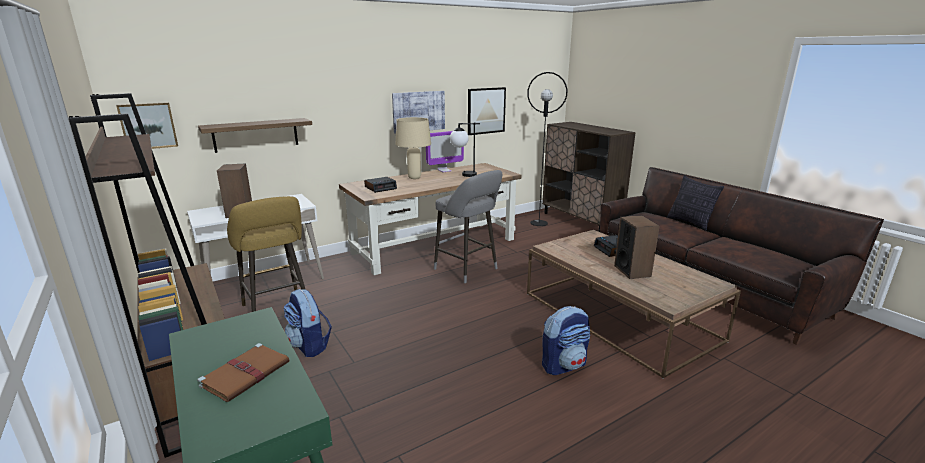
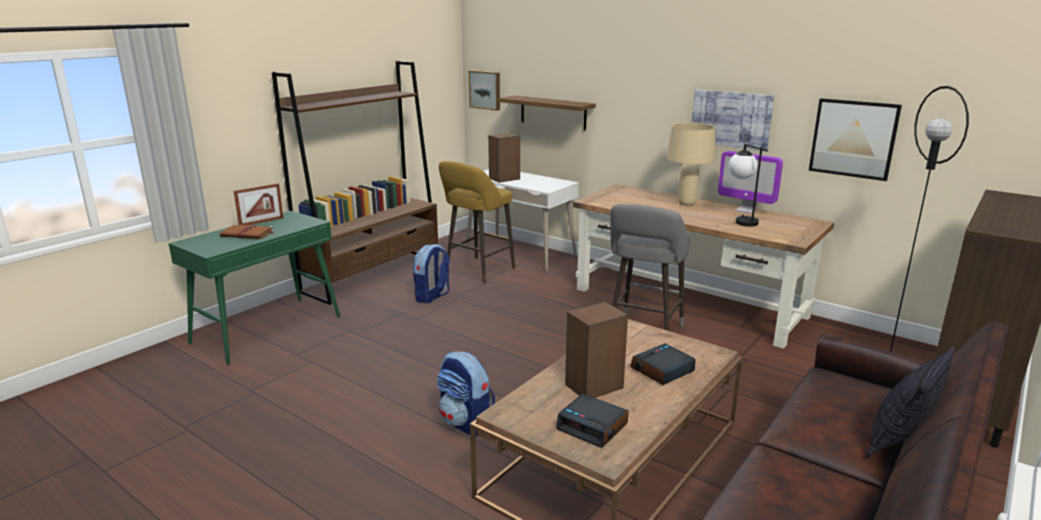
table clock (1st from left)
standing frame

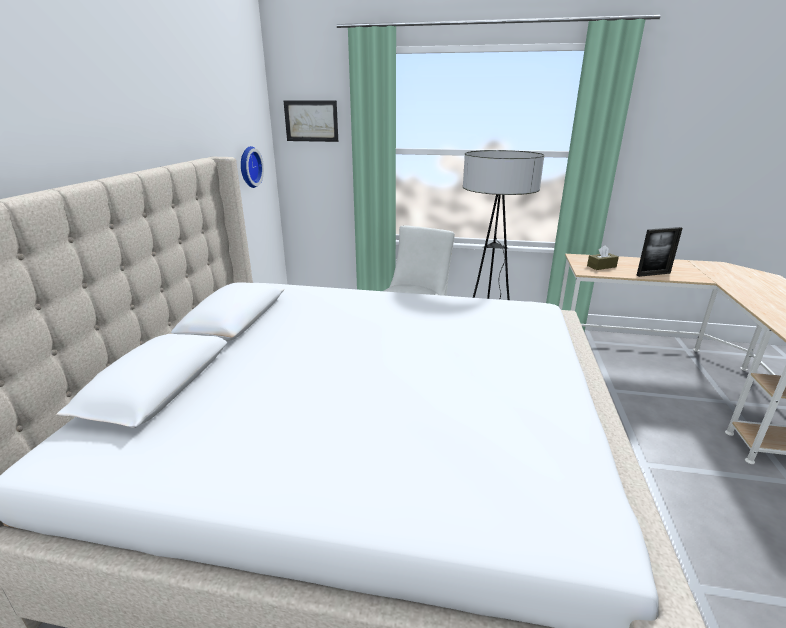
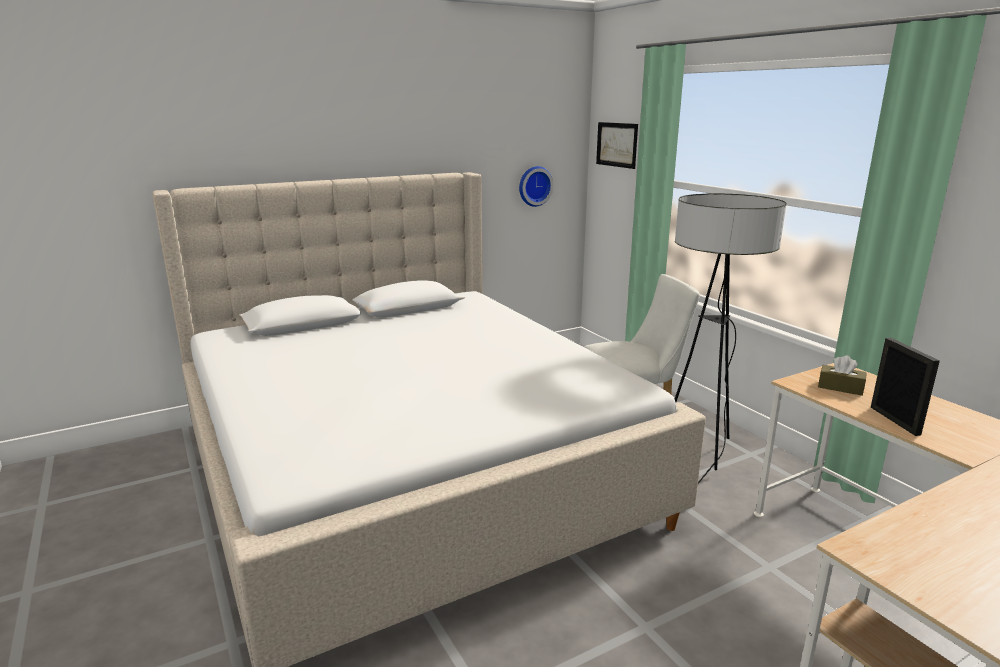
standing frame

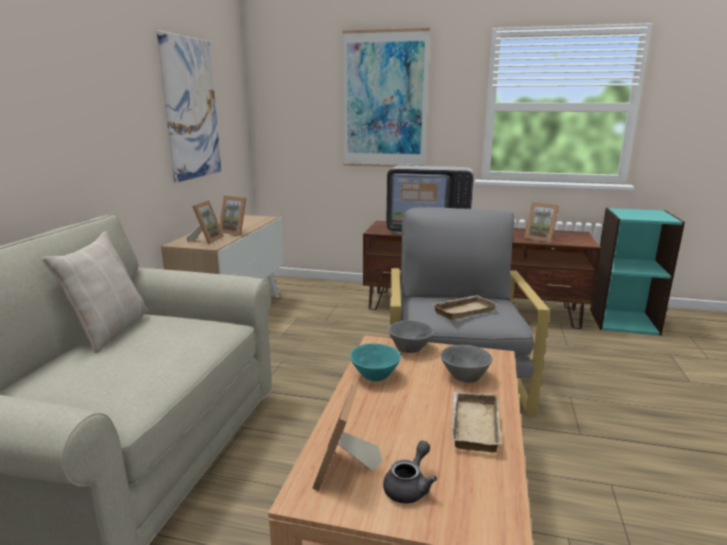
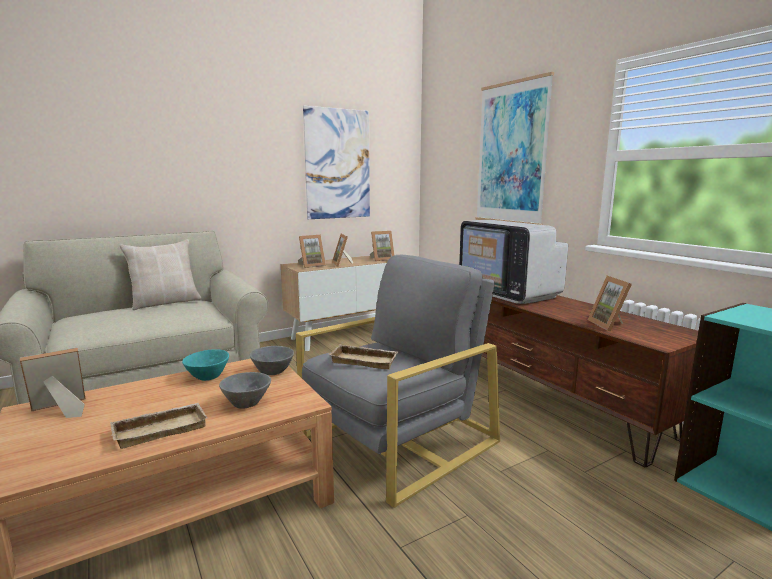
gray tea pot
standing frame (4th from left)

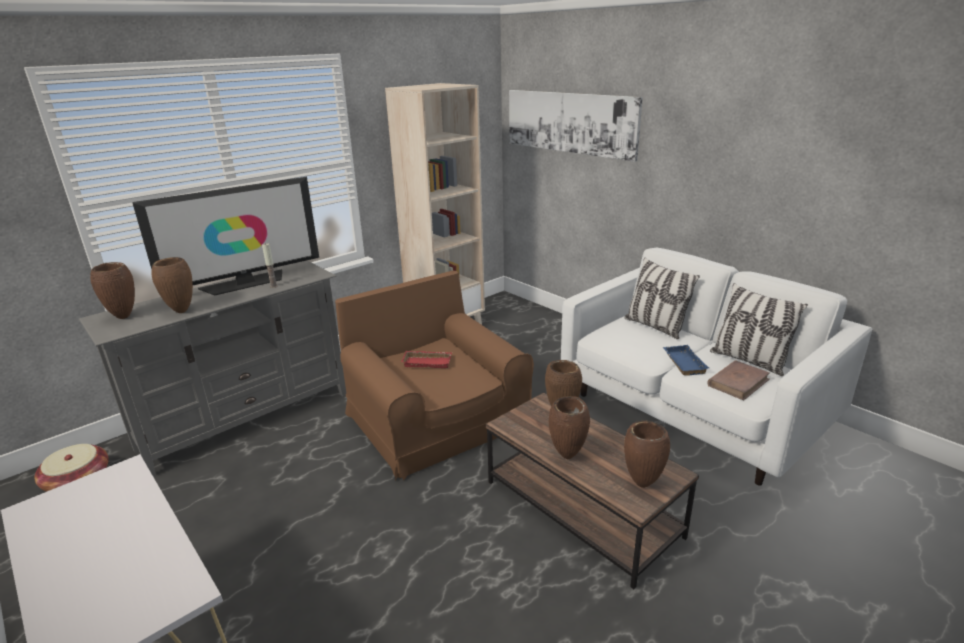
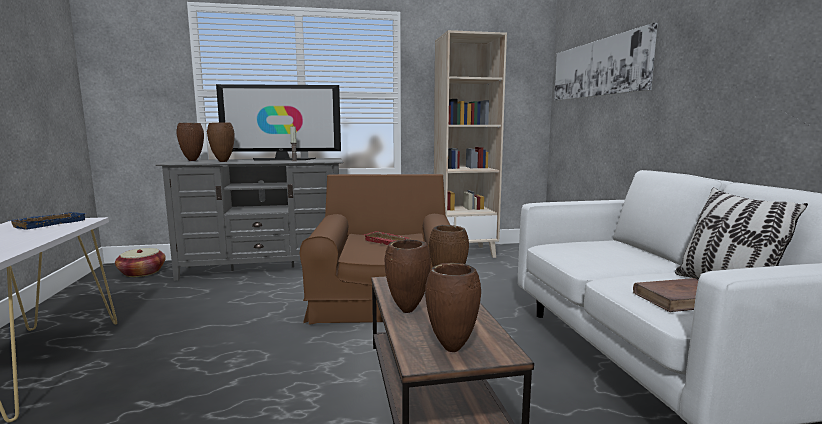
throw pillow (1st from left in the first image)
blue-coloured serving tray

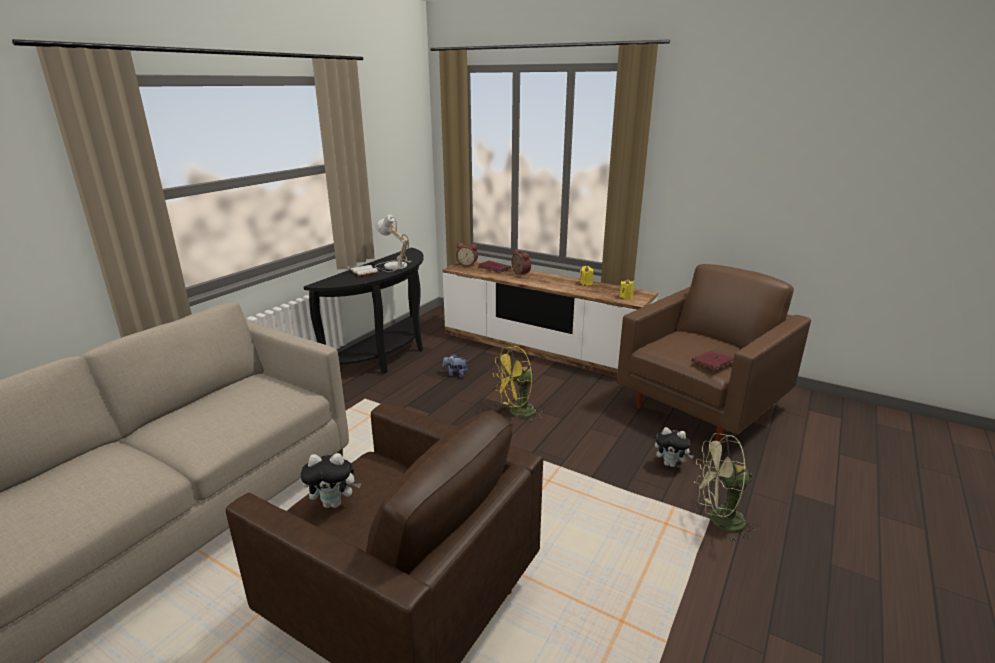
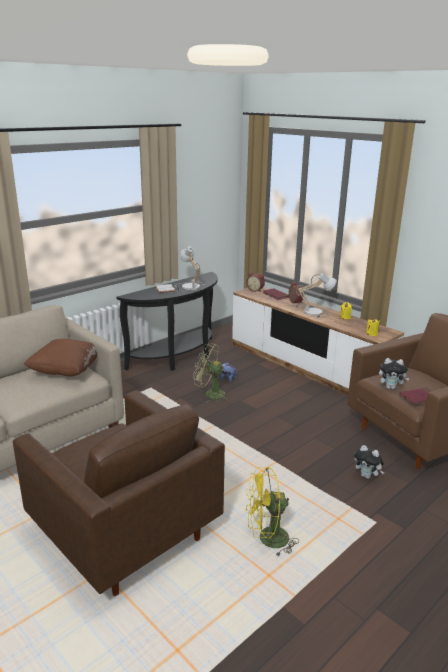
soft toy (3rd from left)
yellowish electric fan
green electric fan
brown throw pillow
tabletop lamp (2nd from left)

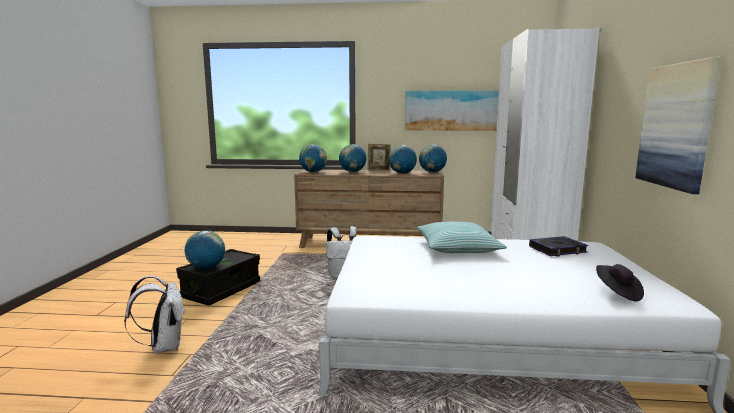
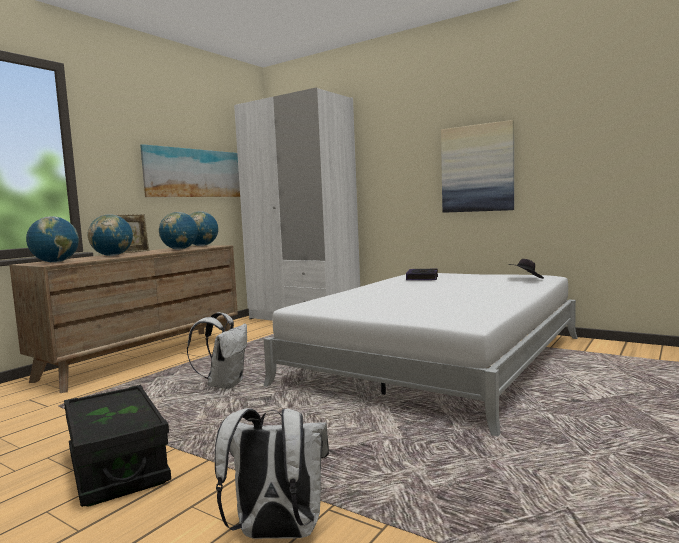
globe (1st from left in the first image)
throw pillow

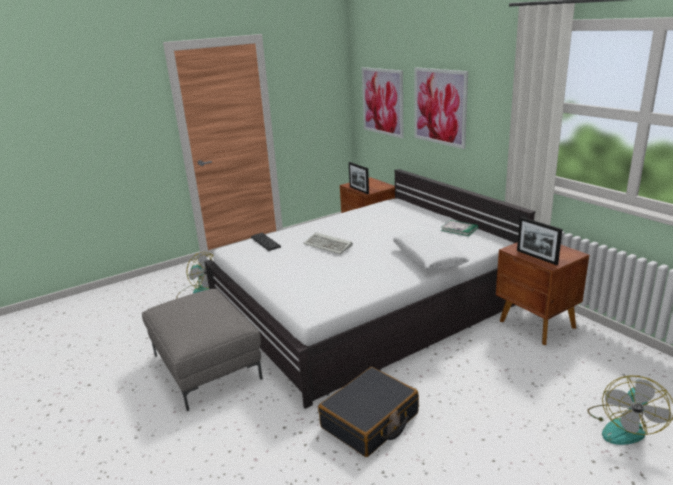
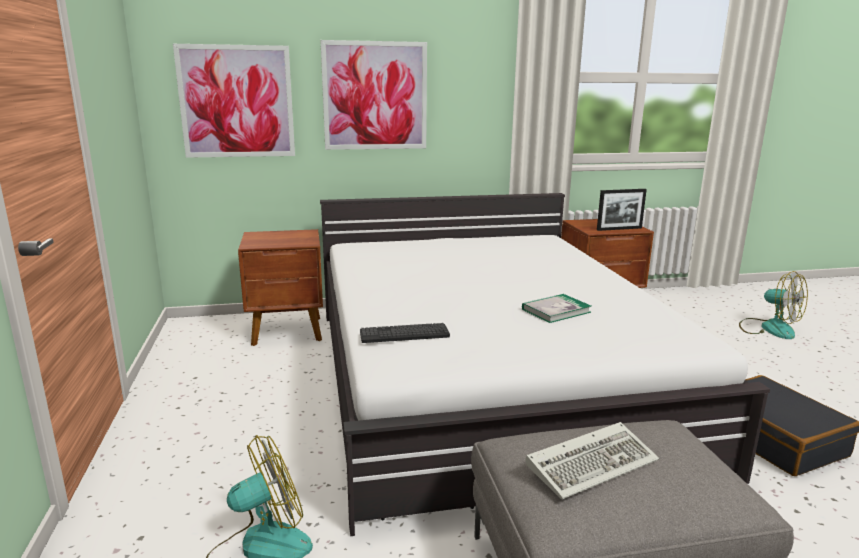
PC keyboard (2nd from left)
standing frame (1st from left in the first image)
white-coloured throw pillow
bound book

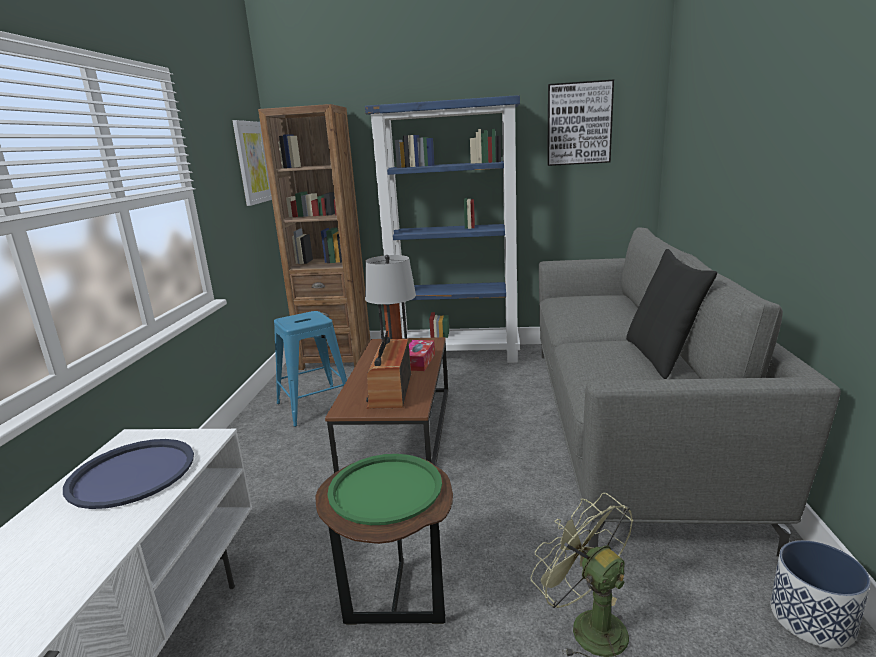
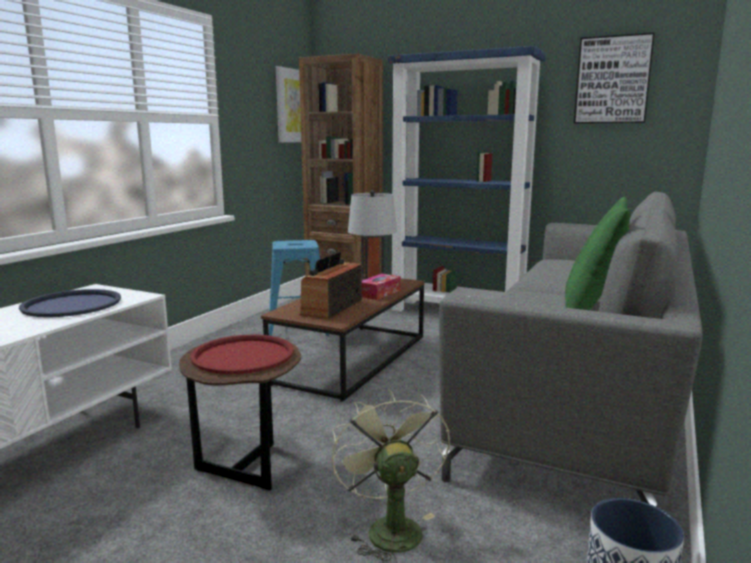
reddish serving tray
green throw pillow

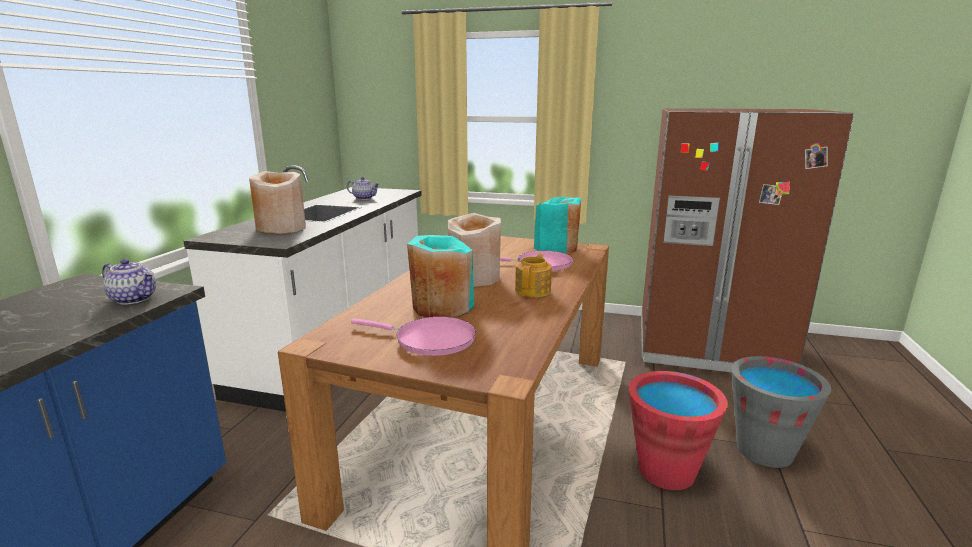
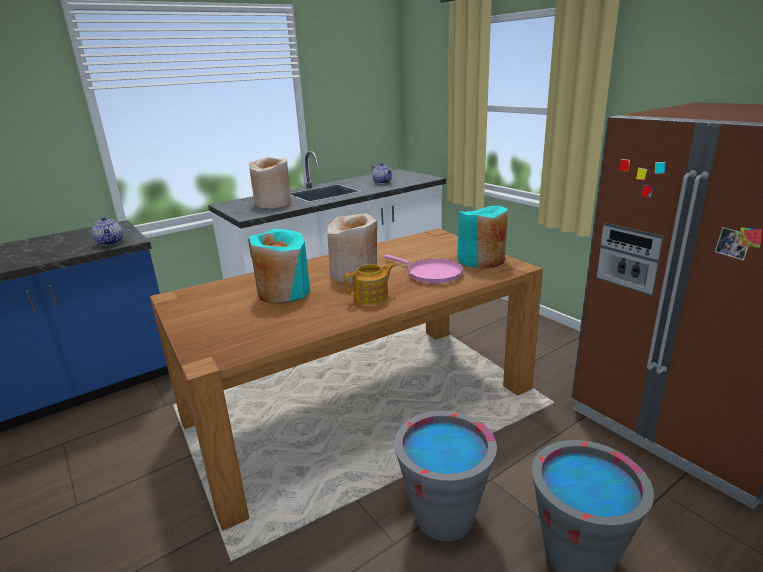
pinkish skillet (1st from left in the first image)
gray water bucket (1st from left)

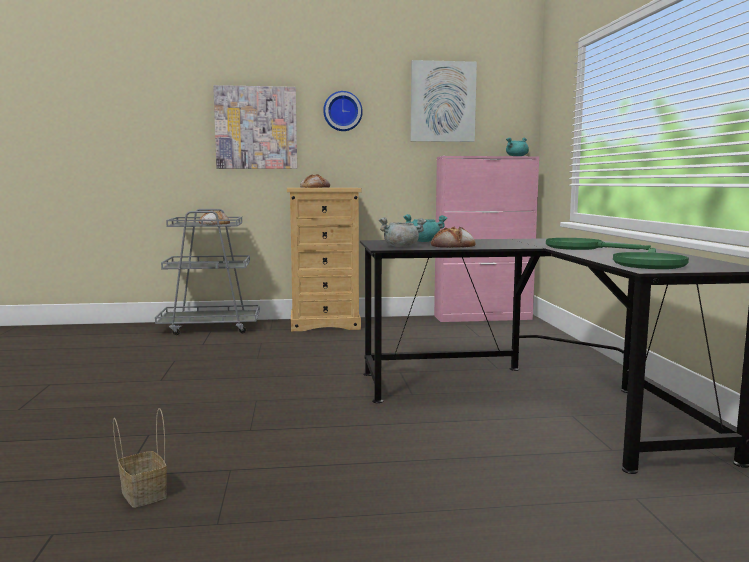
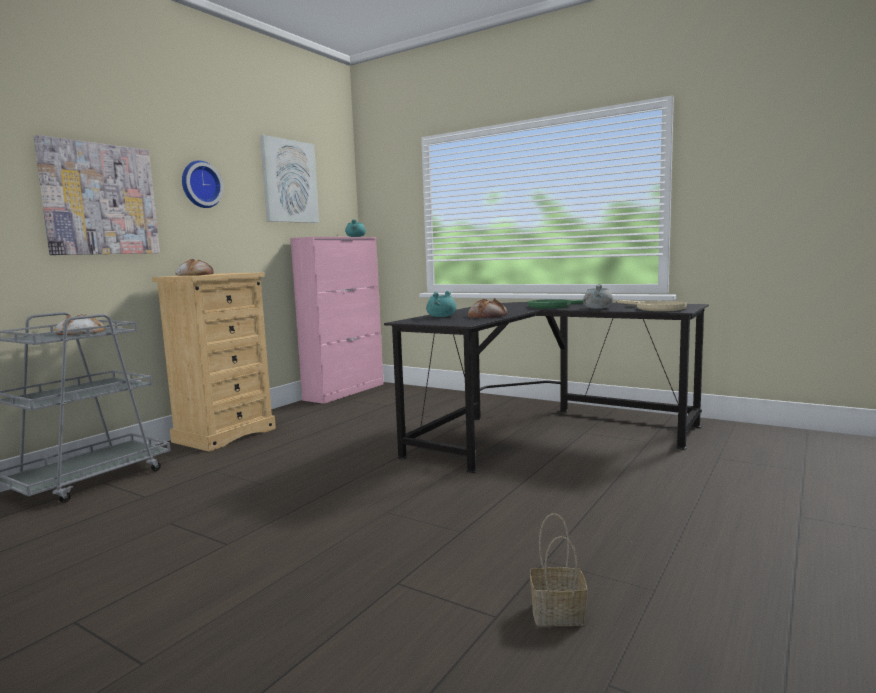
gray saucepot
beige-coloured skillet

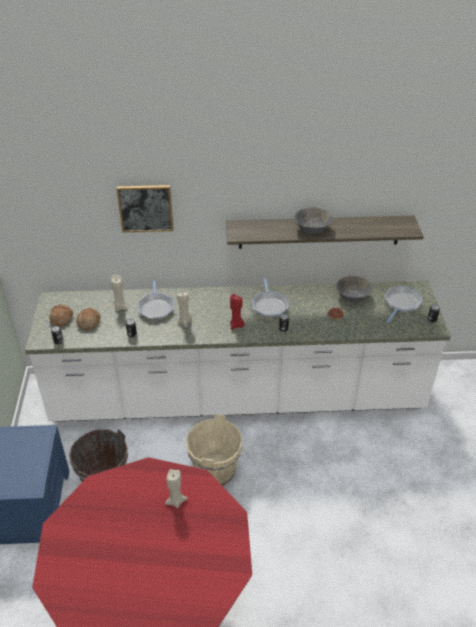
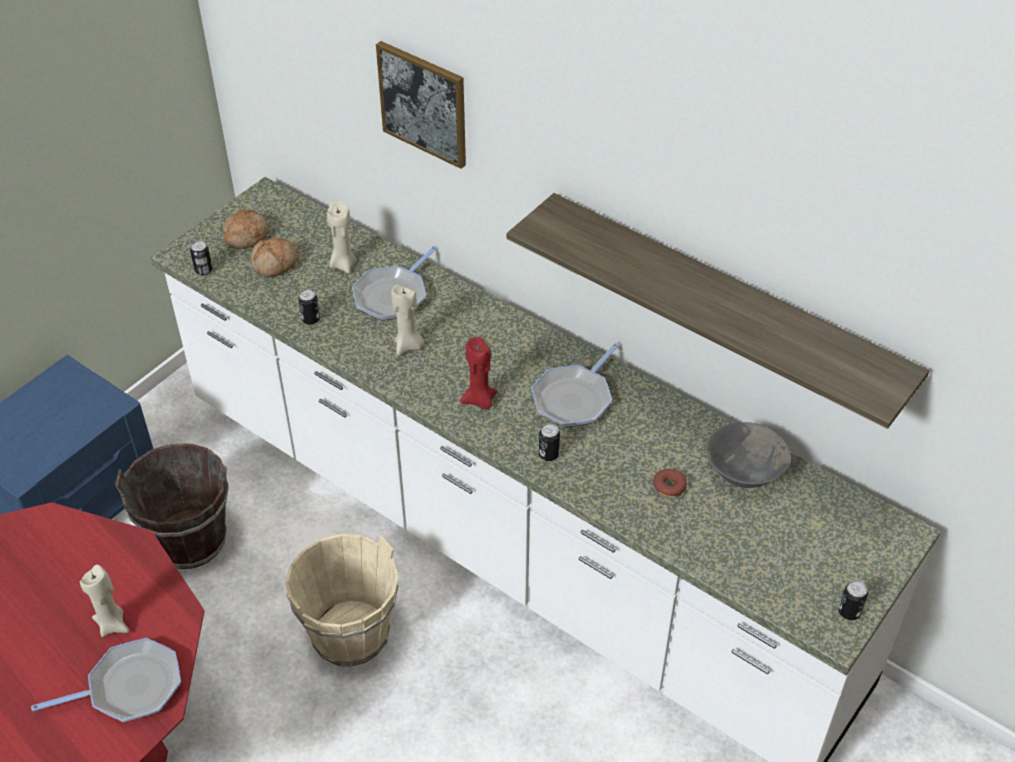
gray deep dish (1st from left in the first image)
skillet (1st from left)

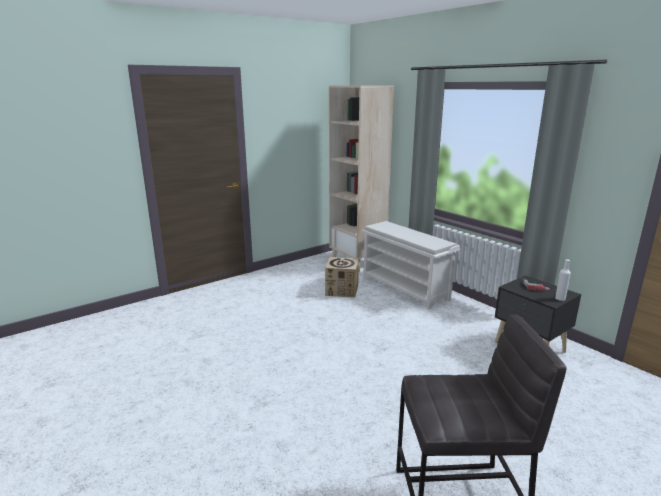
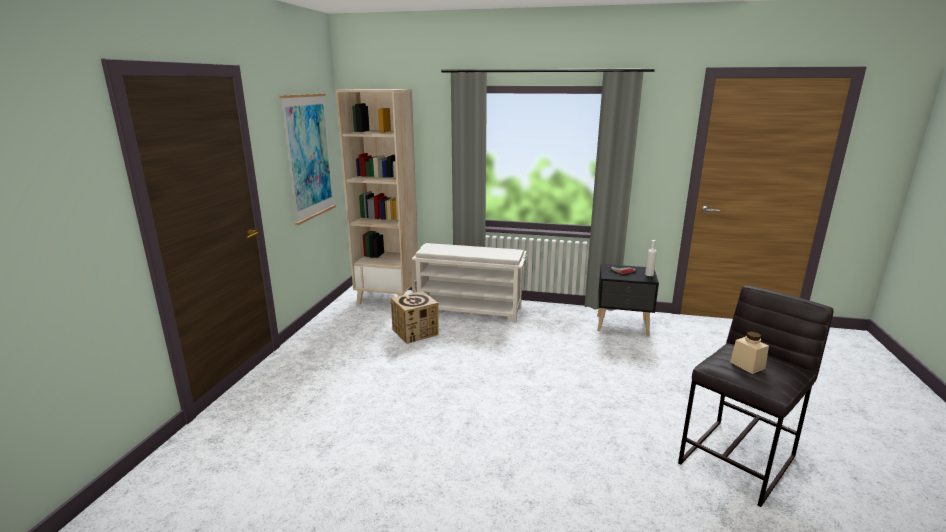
wall picture
beige-coloured preserve jar

